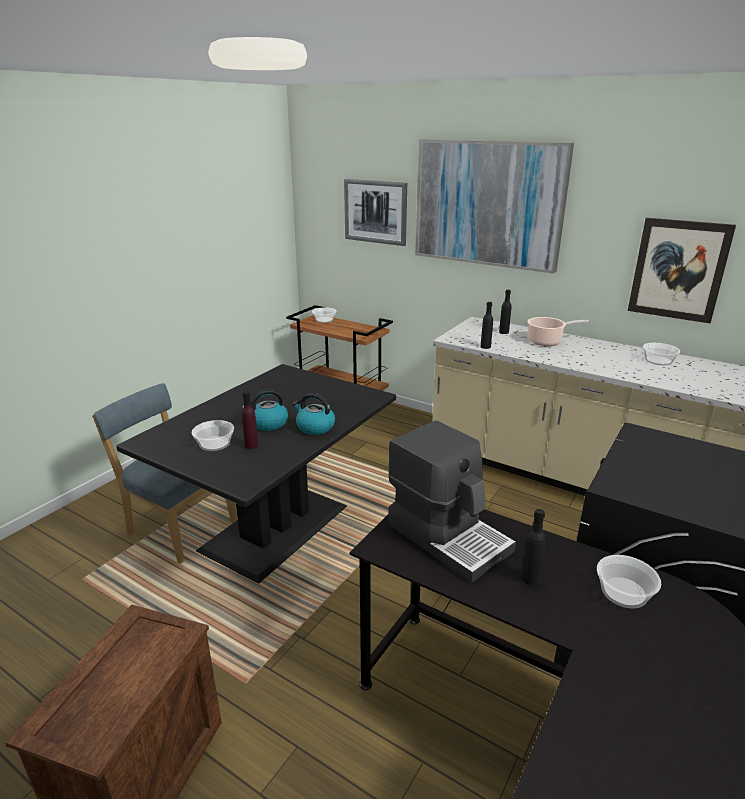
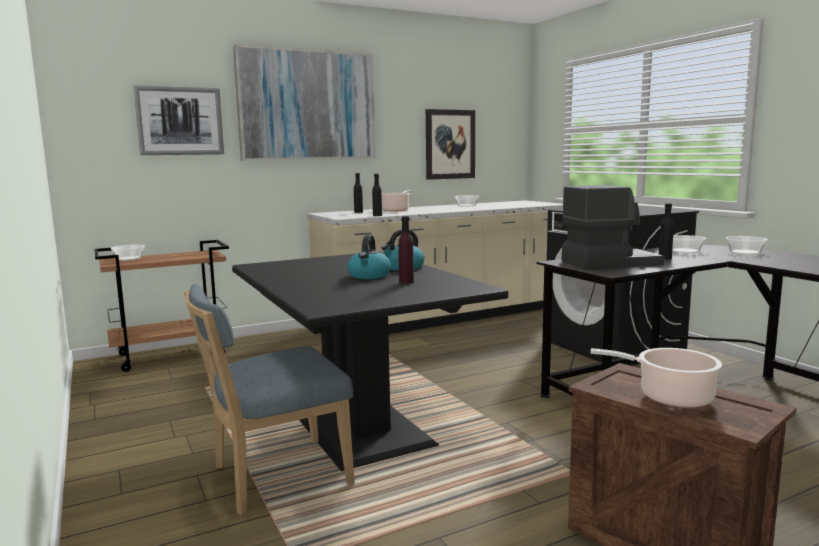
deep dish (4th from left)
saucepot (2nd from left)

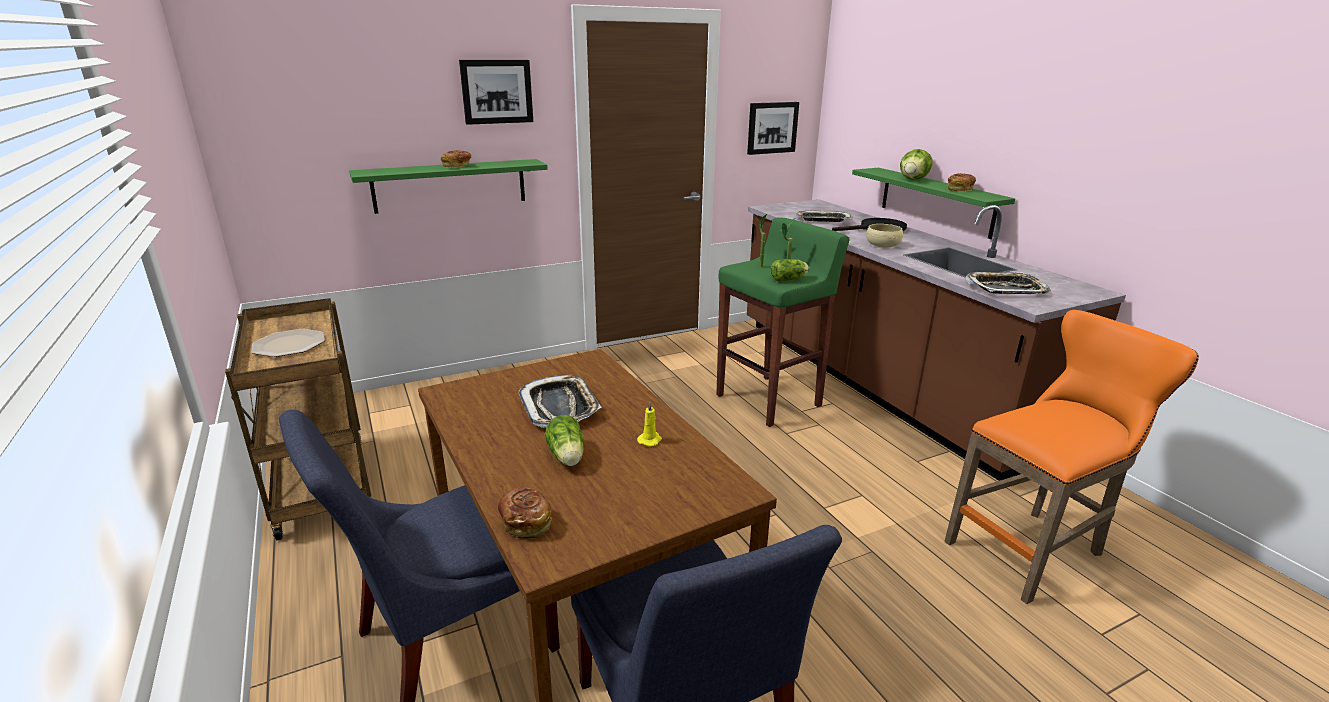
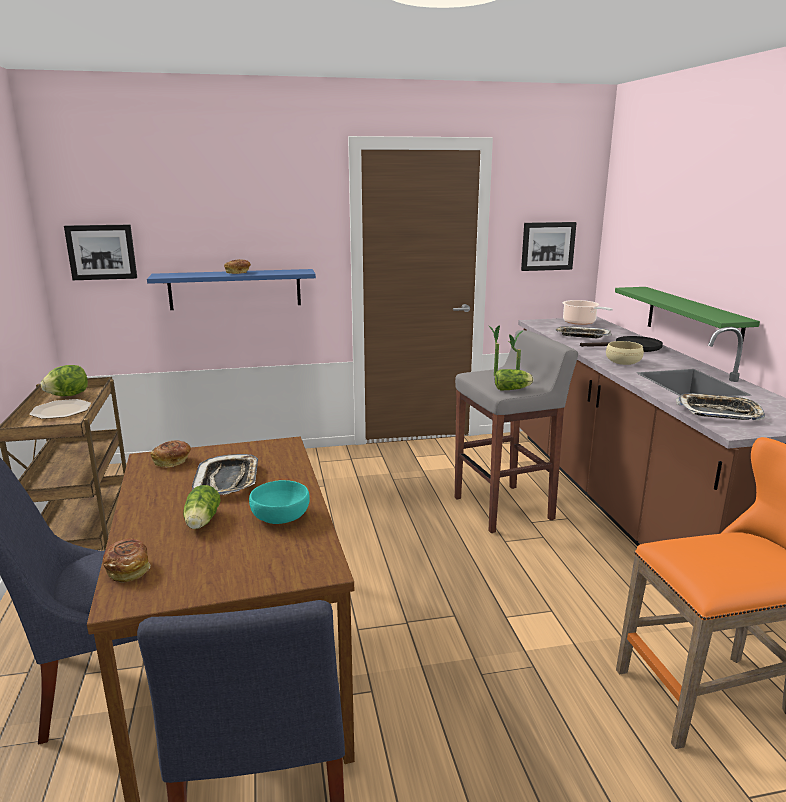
blue-coloured shelf
wall picture (1st from left)
turquoise-coloured deep dish
gray stool seat
head of lettuce (1st from left)
baked bread (2nd from left)
saucepot

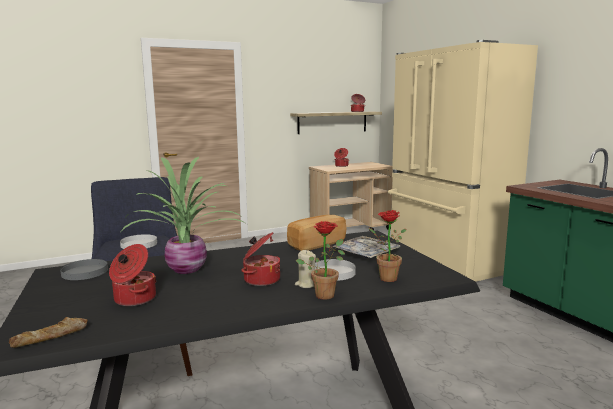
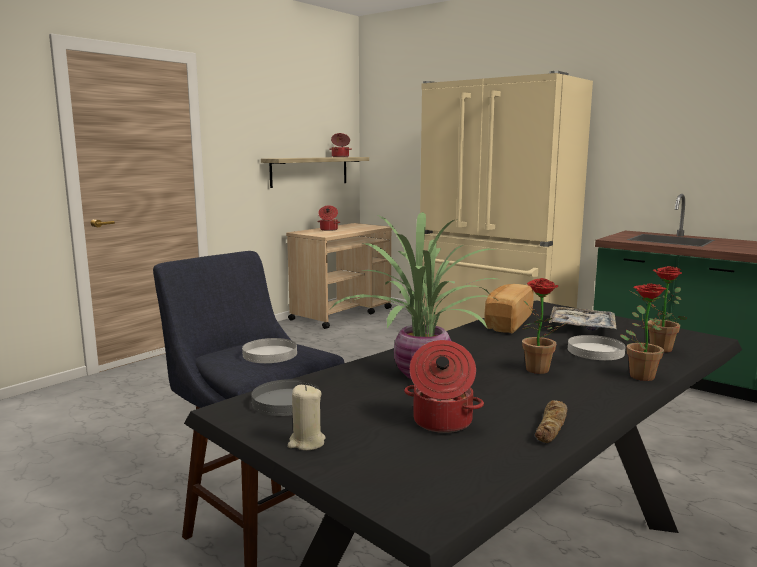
baked bread (2nd from left)
potted plant (2nd from left)
beige-coloured candle

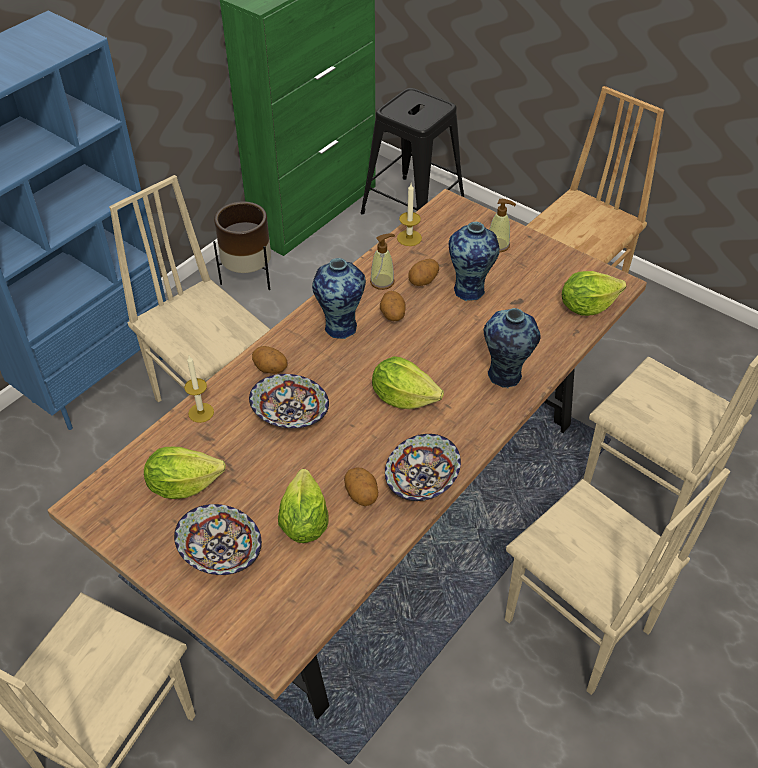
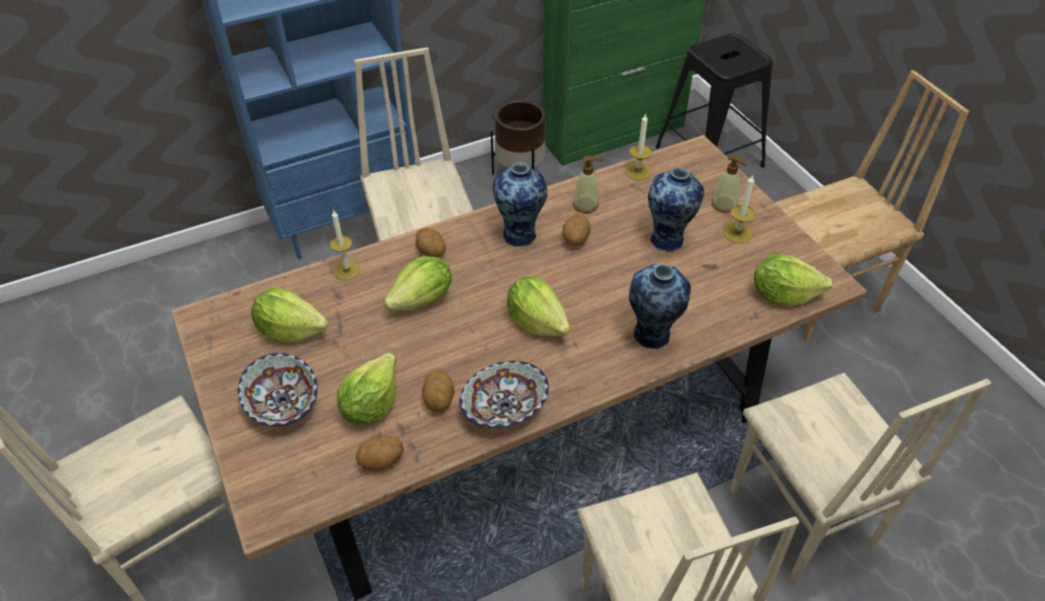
head of lettuce (3rd from left)
spud (1st from left)
candle (3rd from left)

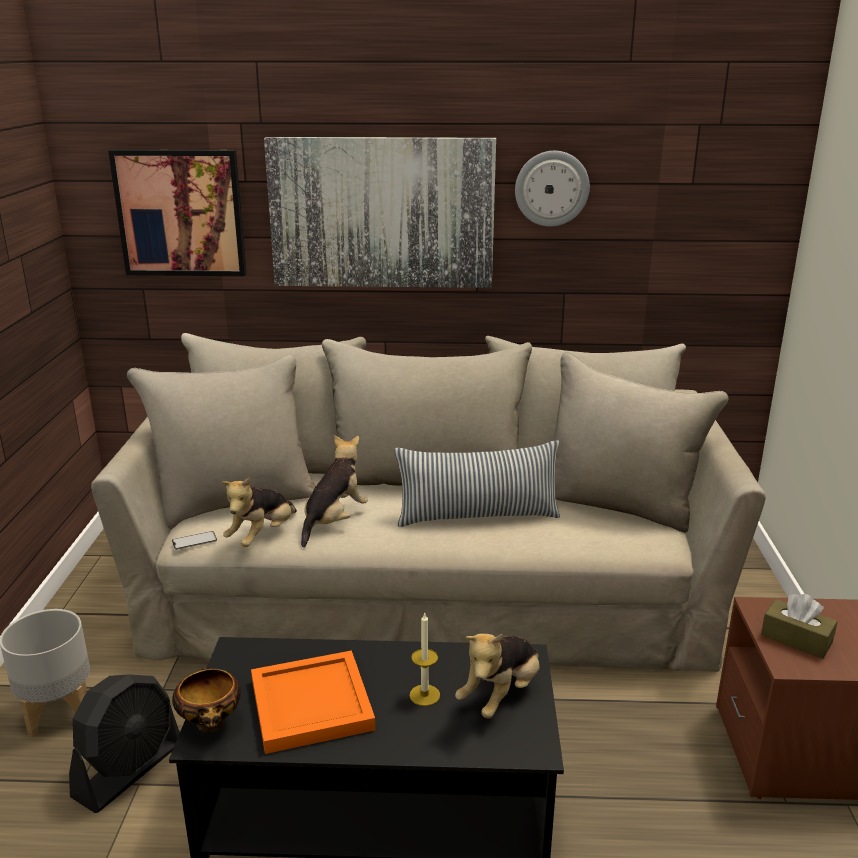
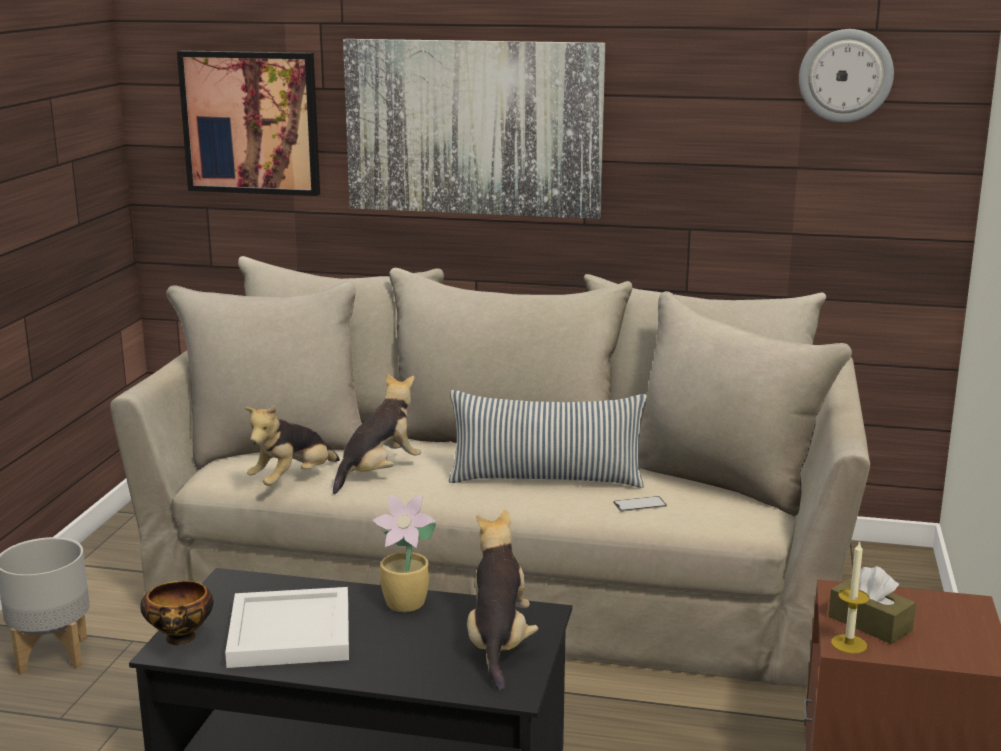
black electric fan
phone
white-coloured serving tray
candle
soft toy (3rd from left)
clock on the wall
potted plant

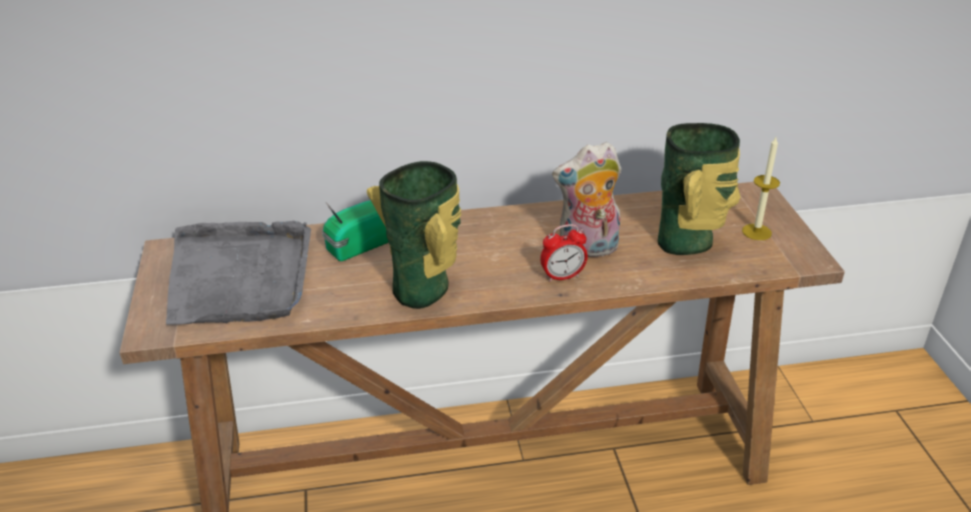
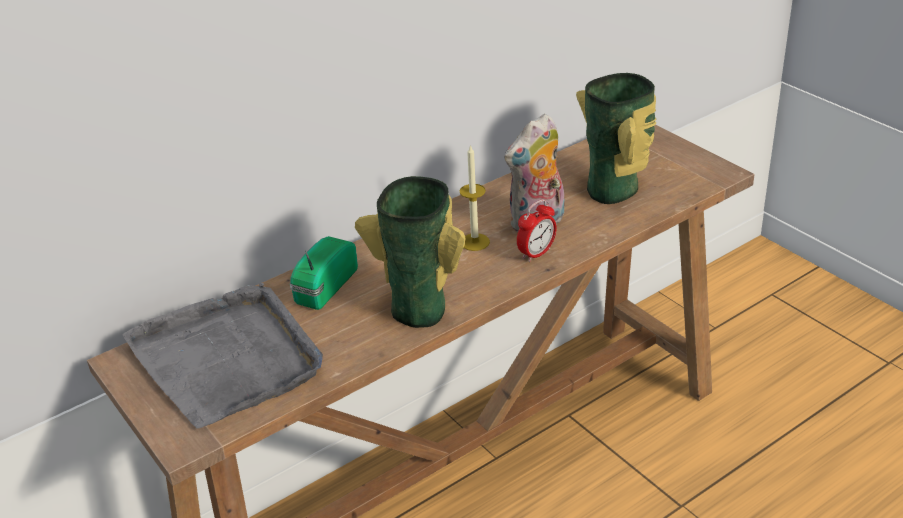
candle

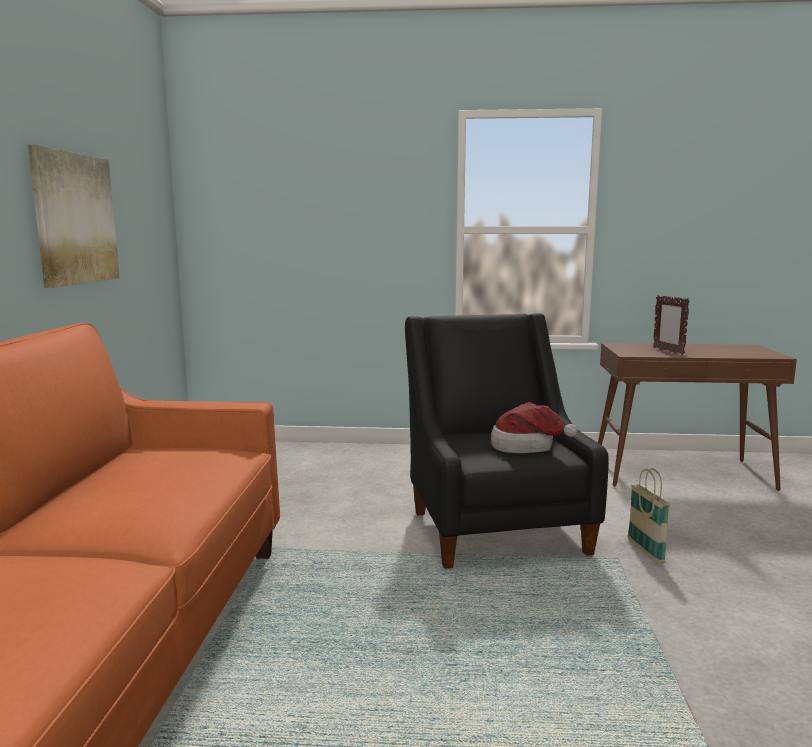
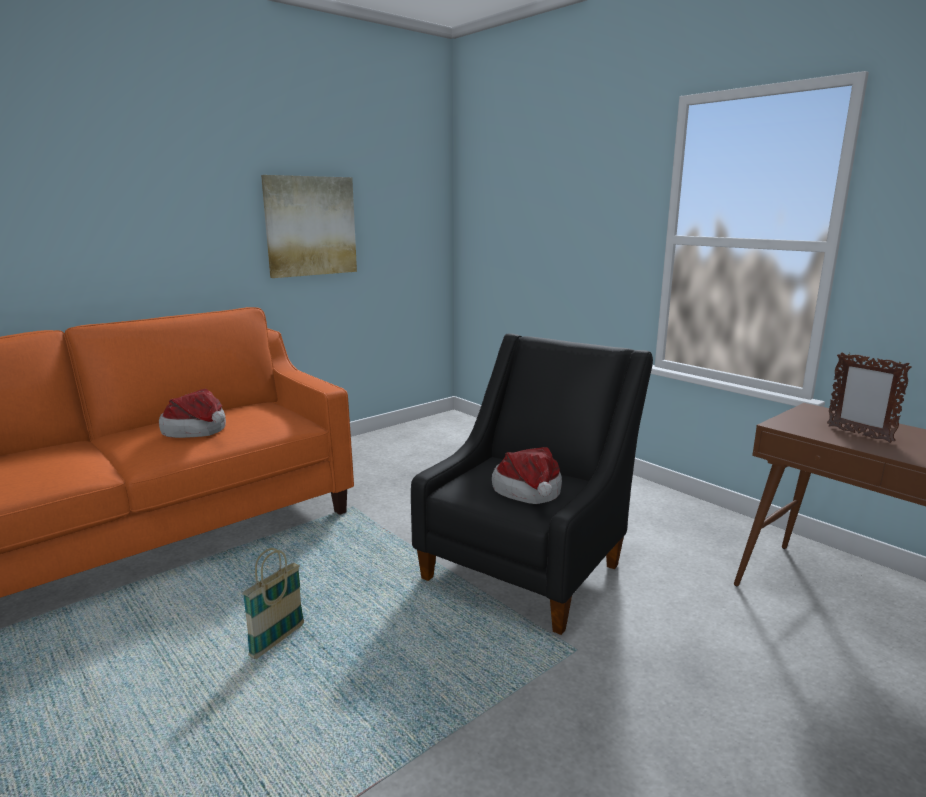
household basket
standing frame
hat (1st from left)

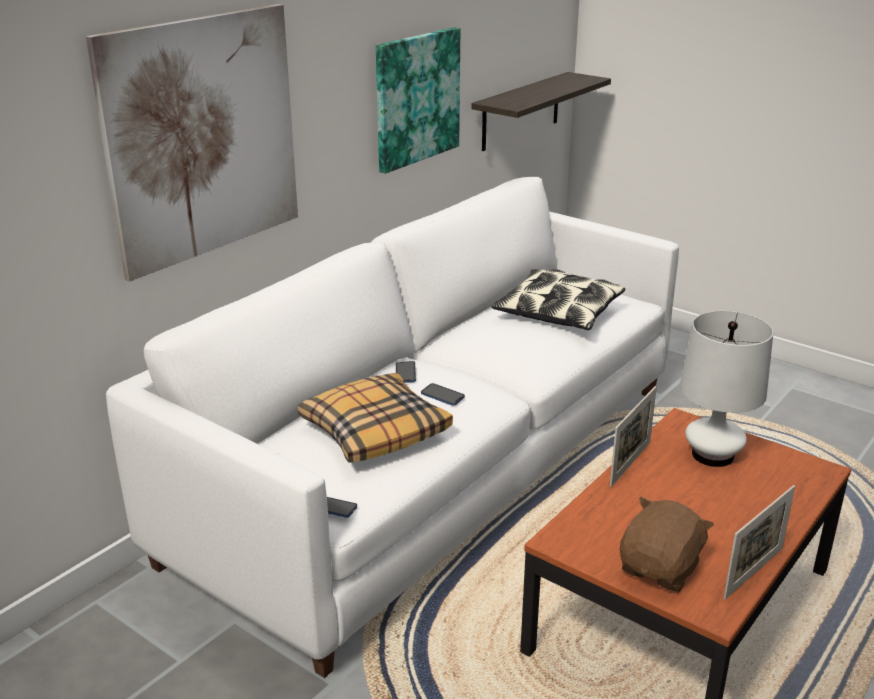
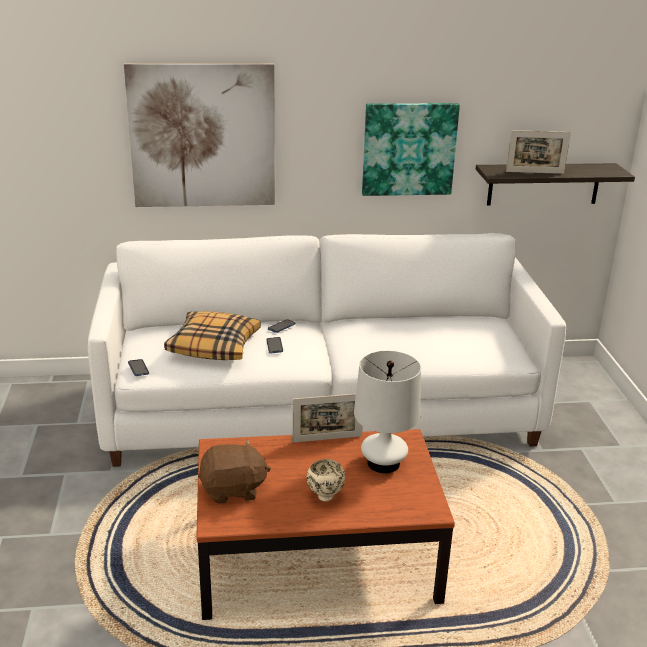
throw pillow (2nd from left in the first image)
standing frame (2nd from left)
beige-coloured deep dish

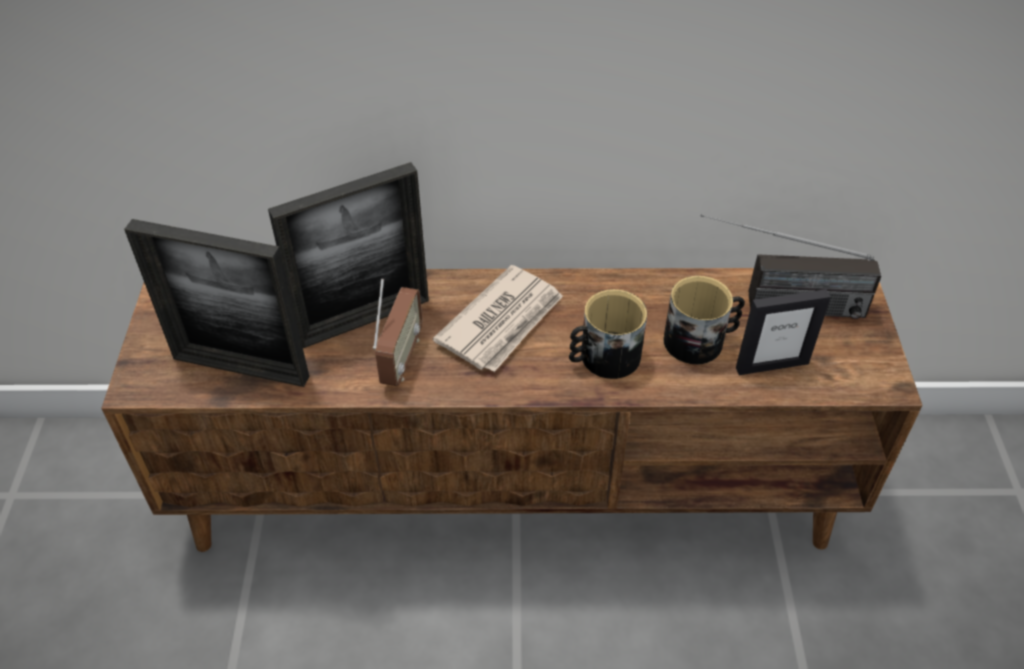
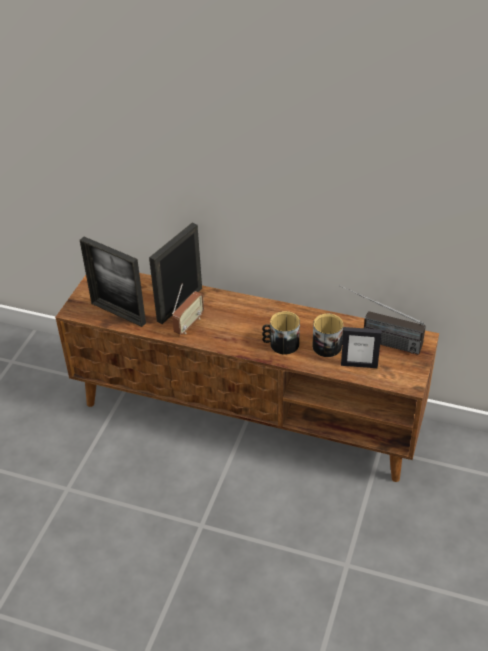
standing frame (2nd from left)
printed paper

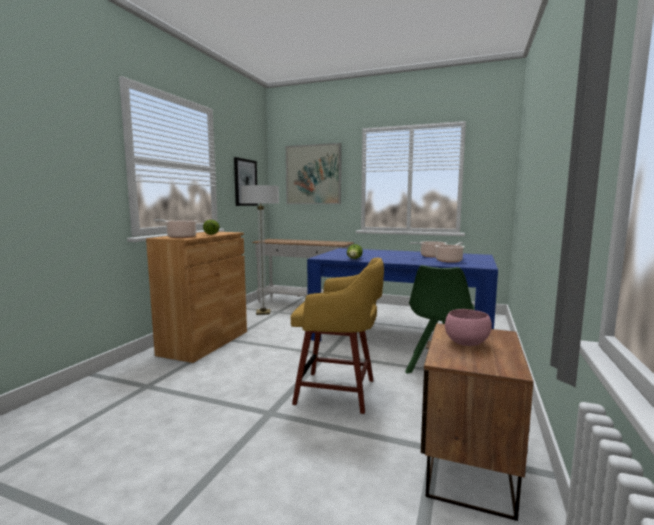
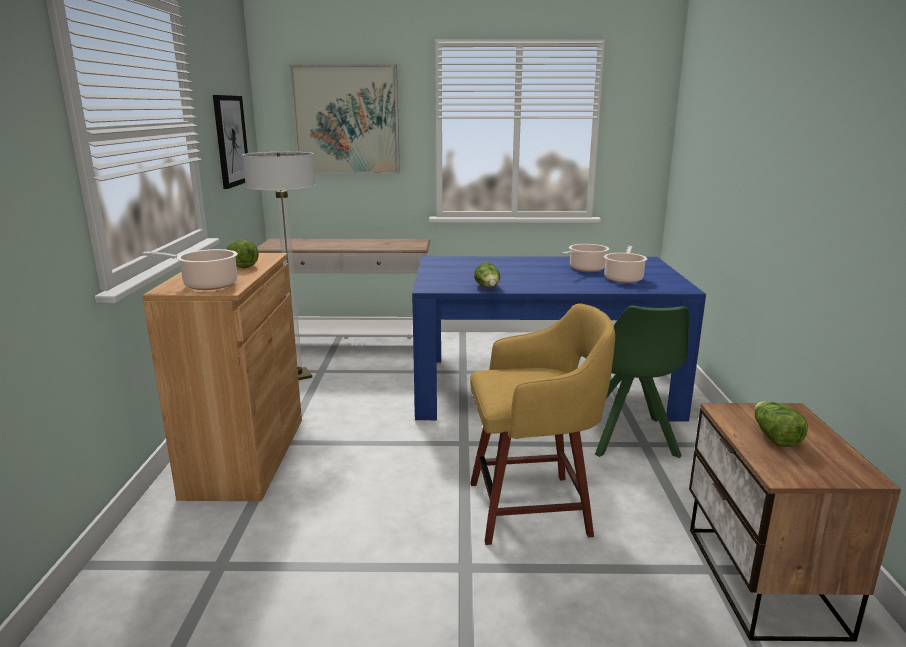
head of lettuce (3rd from left)

